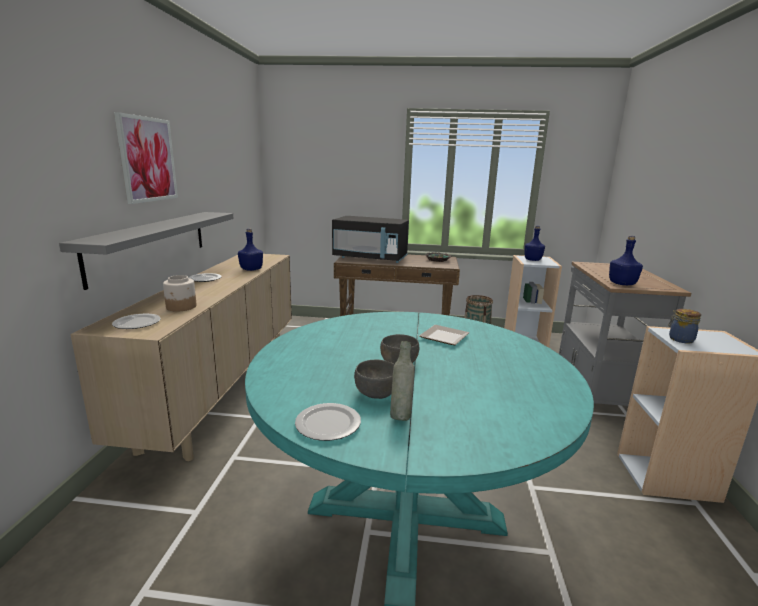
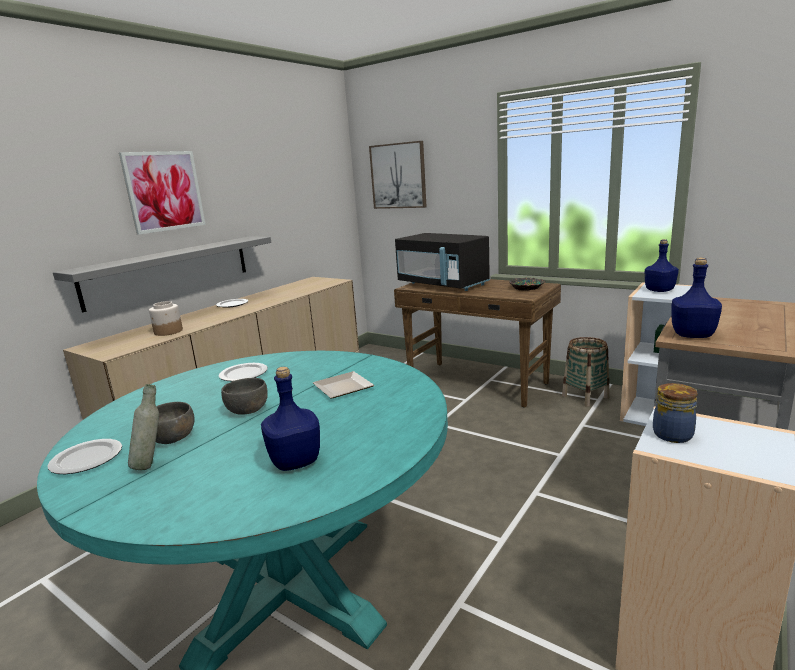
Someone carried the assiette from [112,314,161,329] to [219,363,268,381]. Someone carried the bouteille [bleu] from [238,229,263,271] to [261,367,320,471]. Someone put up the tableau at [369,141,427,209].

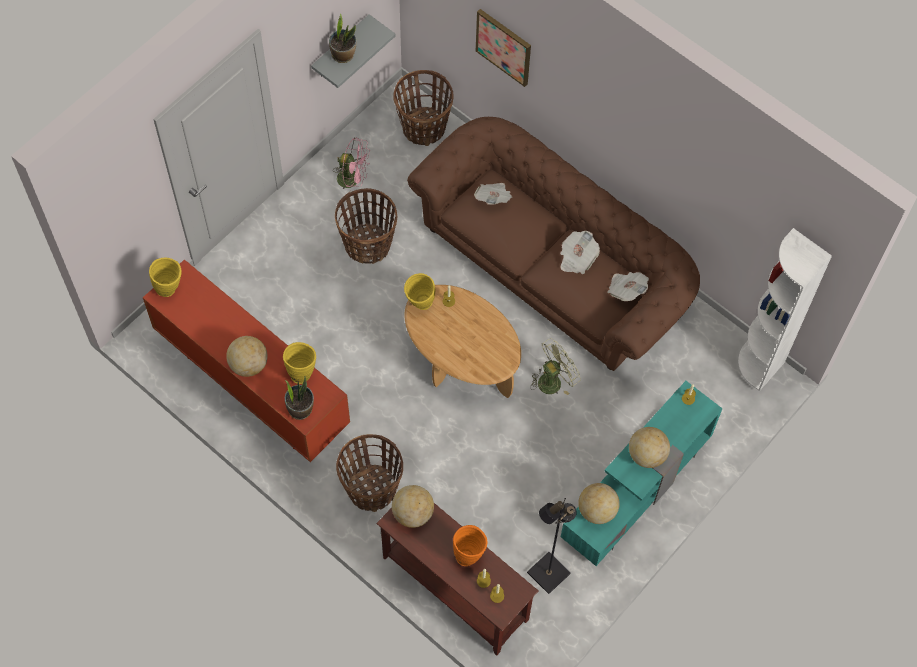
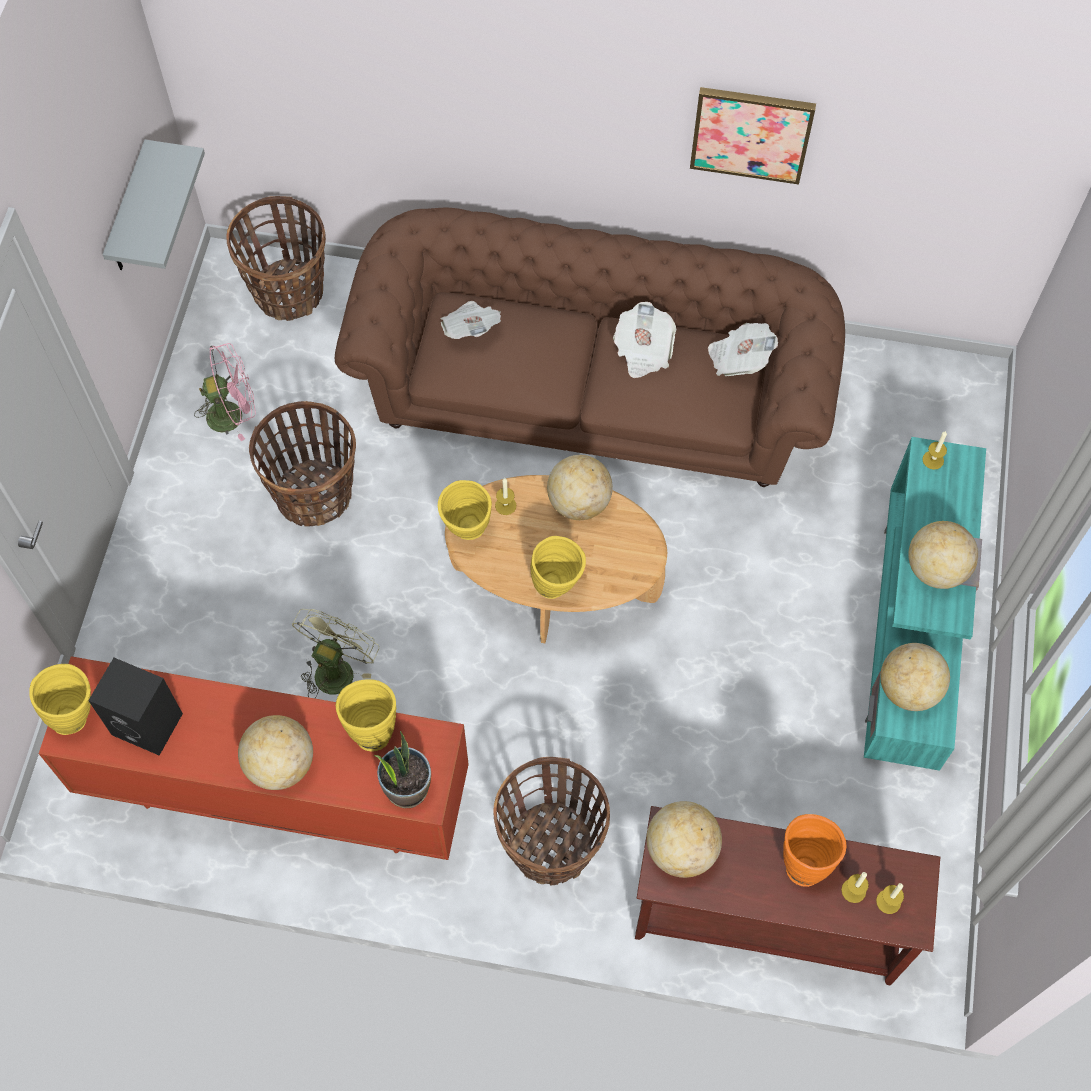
Someone took away the plante en pot at [329,13,356,63]. Someone carried the tableau from [476,9,531,87] to [690,87,816,185]. Someone took away the lampadaire [noir] at [527,498,577,594]. Someone carried the ventilateur [vert] from [530,338,581,395] to [292,609,379,698]. Someone took away the bibliothèque [blanc] at [738,228,832,391]. Someone put down the enceinte [noir] at [88,658,183,755]. Someone put down the vase [jaune] at [531,536,586,599]. Someone put down the globe at [547,455,613,520].

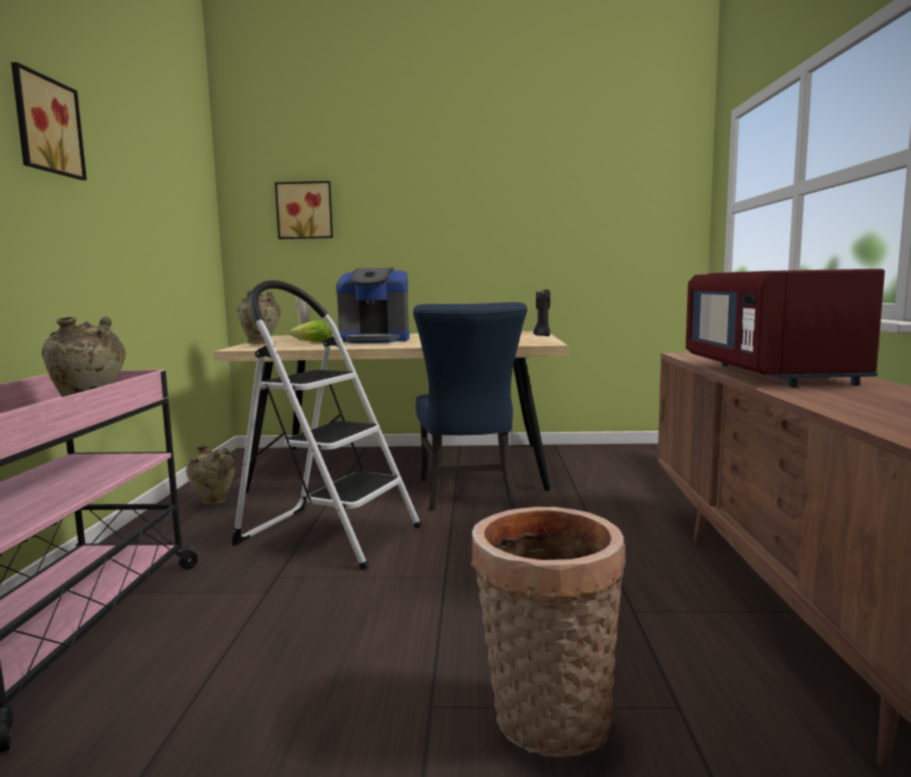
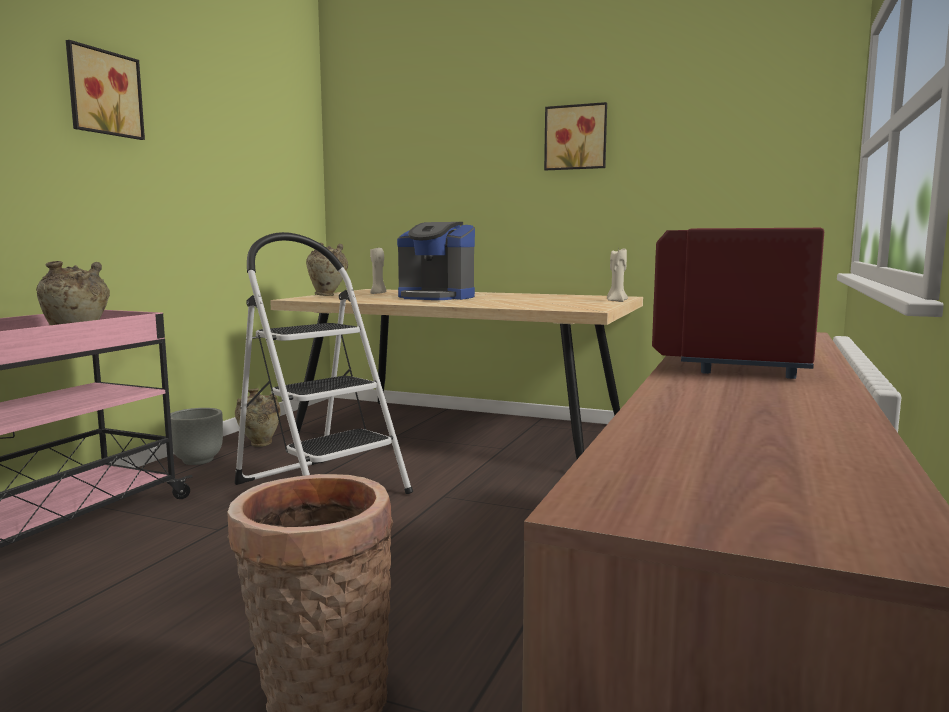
Someone carried the tableau from [275,181,333,239] to [544,102,607,170]. Someone took away the laitue at [290,320,333,343]. Someone took away the chaise [bleu] at [413,302,527,511]. Someone repainted the bougie [noir] at [533,289,550,336], which became the bougie [beige] at [607,249,628,302]. Someone put down the cache-pot [gris] at [170,408,223,465].

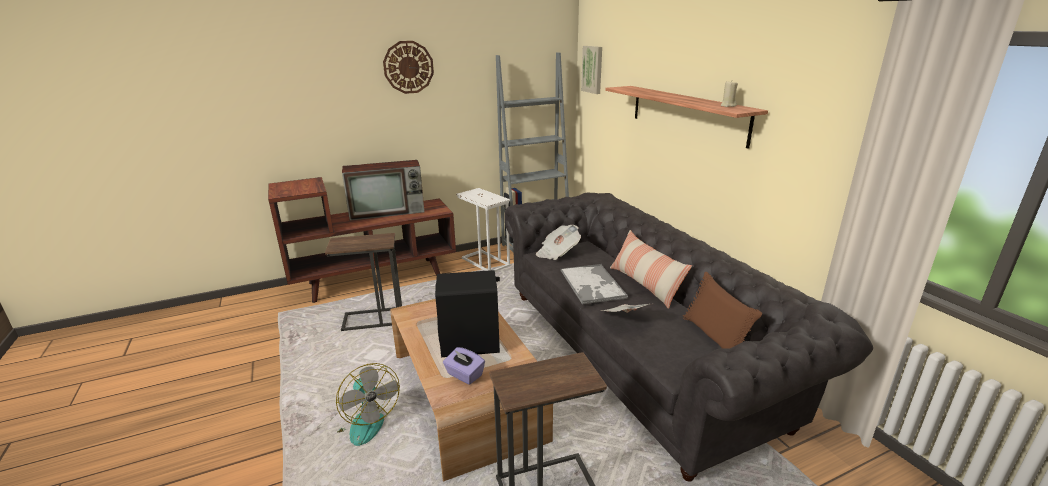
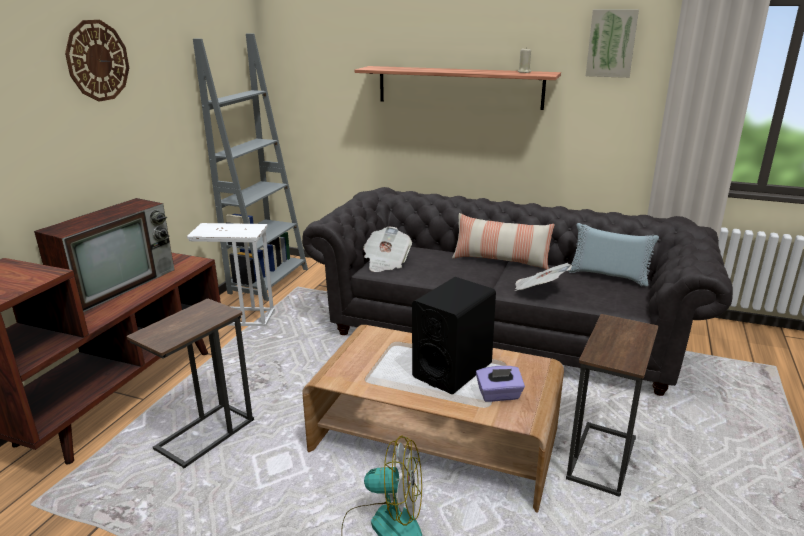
Someone took away the plateau at [560,264,628,304]. Someone carried the tableau from [581,46,602,94] to [586,9,639,78]. Someone repainted the coussin [marron] at [683,272,762,349], which became the coussin [bleu] at [568,223,659,287].

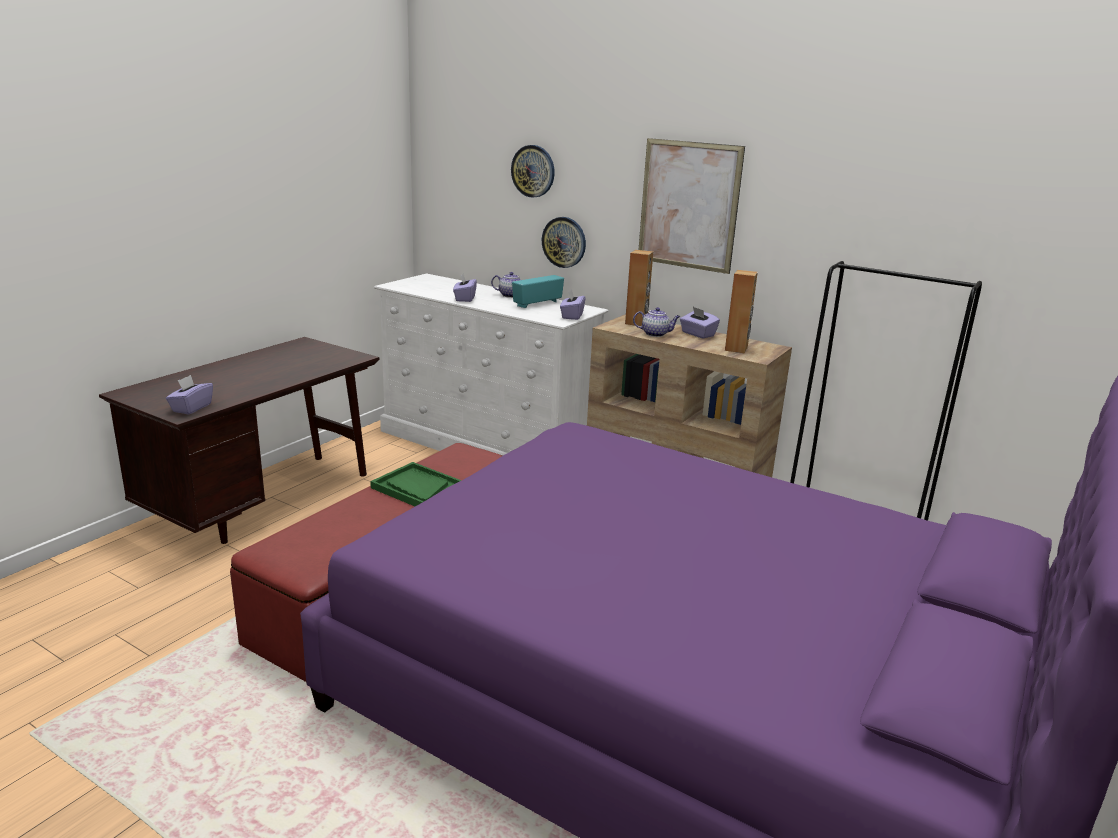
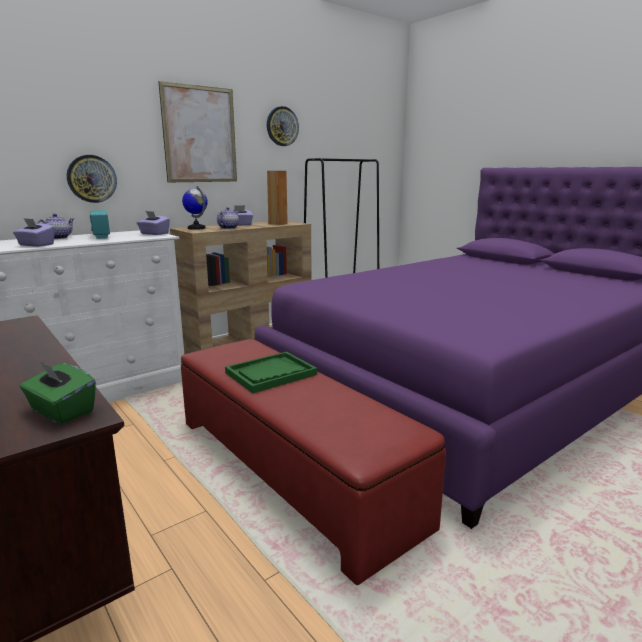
Someone repainted the boîte à mouchoirs [violet] at [166,375,213,415], which became the boîte à mouchoirs [vert] at [20,360,96,424]. Someone carried the horloge murale from [511,145,555,198] to [267,106,299,146]. Someone swapped the enceinte [marron] at [625,250,653,326] for the globe at [182,186,208,230].

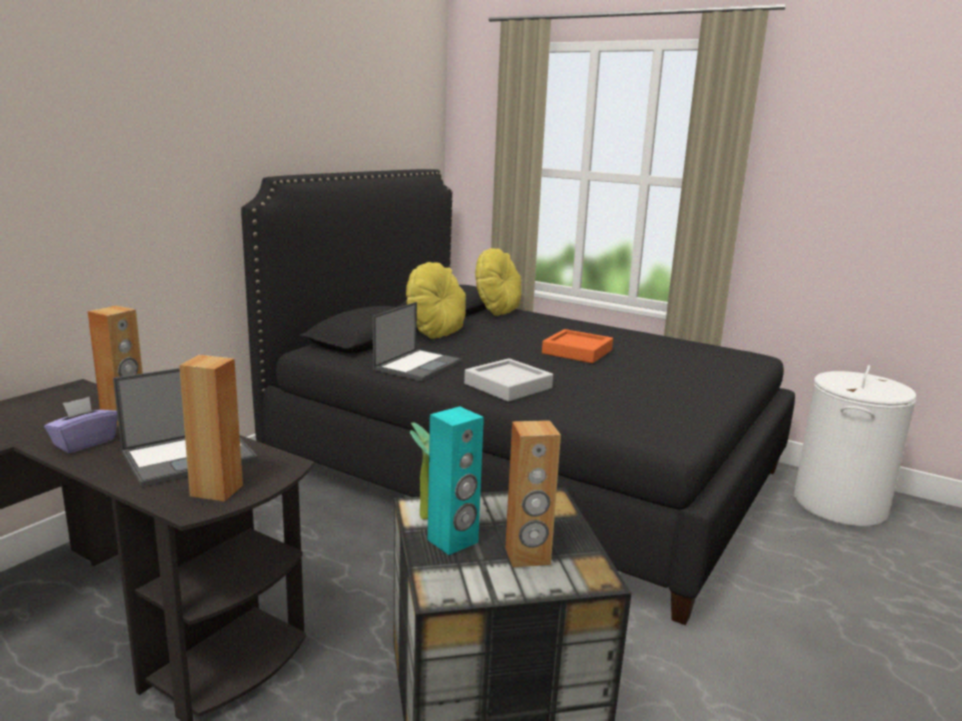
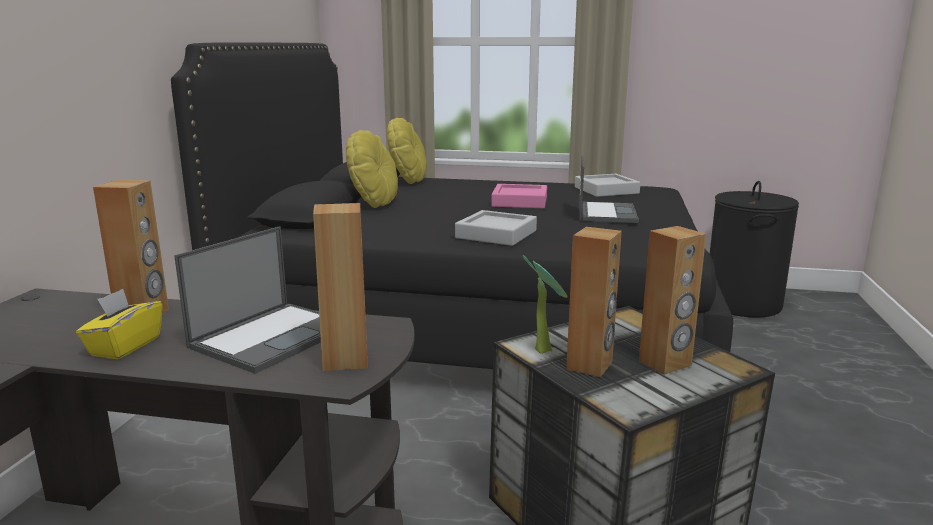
Someone repainted the boîte à mouchoirs [violet] at [44,397,118,453], which became the boîte à mouchoirs [jaune] at [76,289,163,360]. Someone carried the ordinateur portable from [373,302,462,381] to [579,155,639,223]. Someone repainted the enceinte [turquoise] at [428,406,484,555], which became the enceinte [marron] at [566,227,622,377]. Someone repainted the plateau [orange] at [542,329,613,363], which became the plateau [rose] at [491,184,547,208]. Someone repainted the panier à linge [blanc] at [794,365,917,526], which became the panier à linge [noir] at [710,181,799,318]. Someone put down the plateau [gris] at [575,174,640,197].

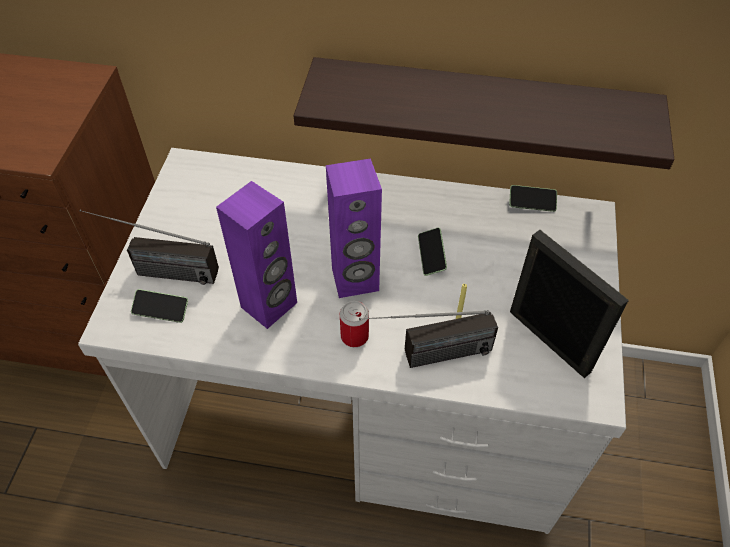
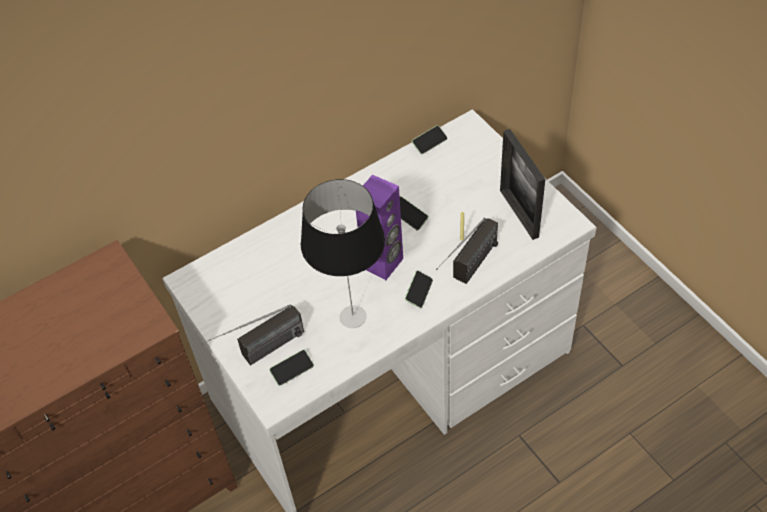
Someone swapped the enceinte [violet] at [216,181,297,329] for the lampe de table at [301,179,385,328]. Someone took away the étagère at [293,57,674,169]. Someone swapped the boîte métallique at [340,301,369,347] for the téléphone at [405,270,433,308]. Someone rotated the cadre photo at [510,230,629,378] by 120 degrees counterclockwise.

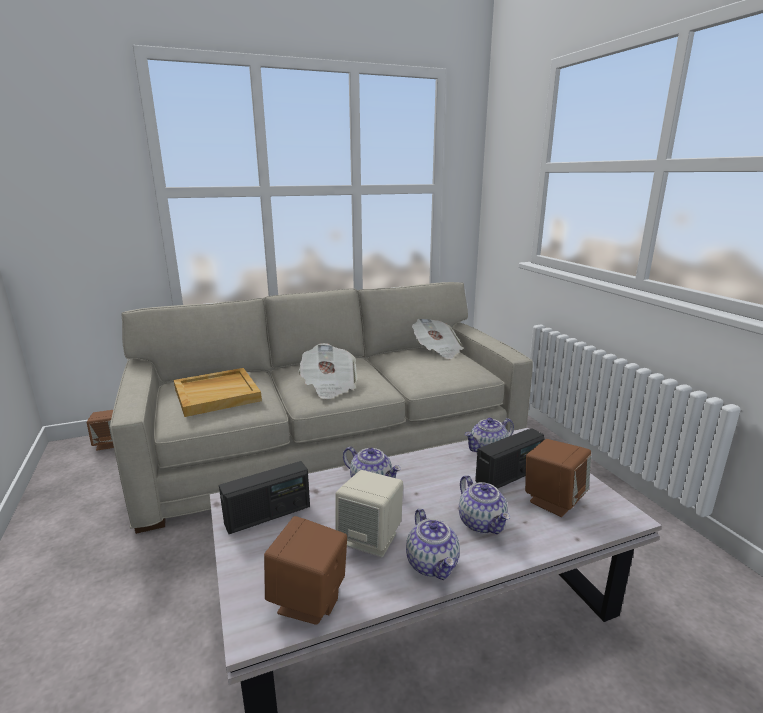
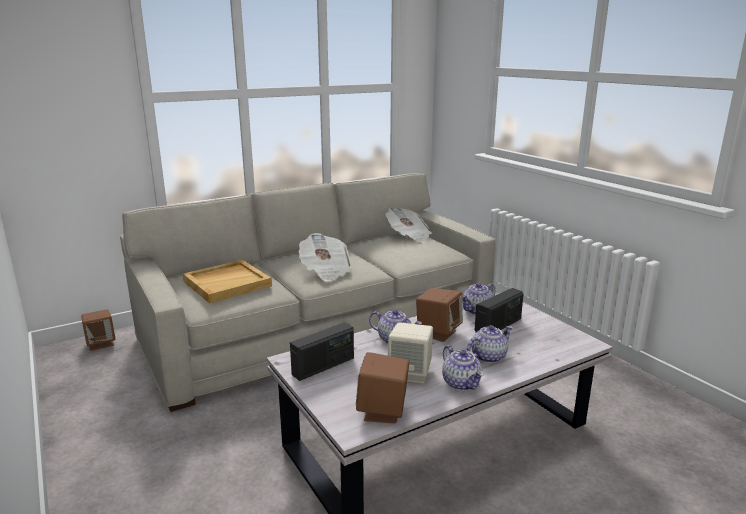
Someone rotated the théière at [459,475,510,534] by 90 degrees counterclockwise. Someone carried the enceinte [marron] from [525,439,591,517] to [416,288,463,342].

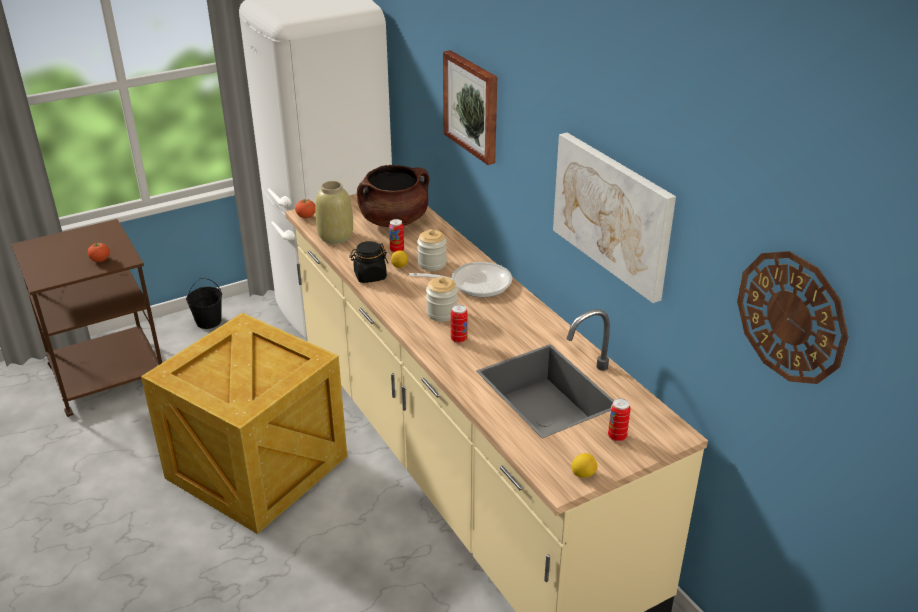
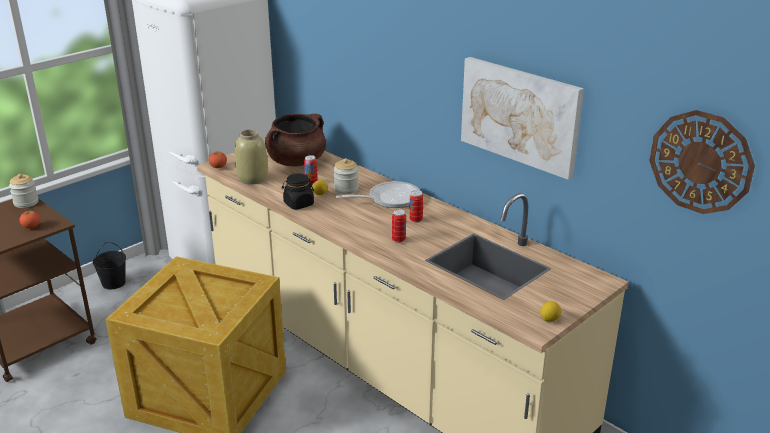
Someone carried the bocal from [426,277,458,322] to [9,174,38,208]. Someone took away the tableau at [443,50,497,165]. Someone carried the boîte métallique from [608,398,631,442] to [409,190,423,223].

